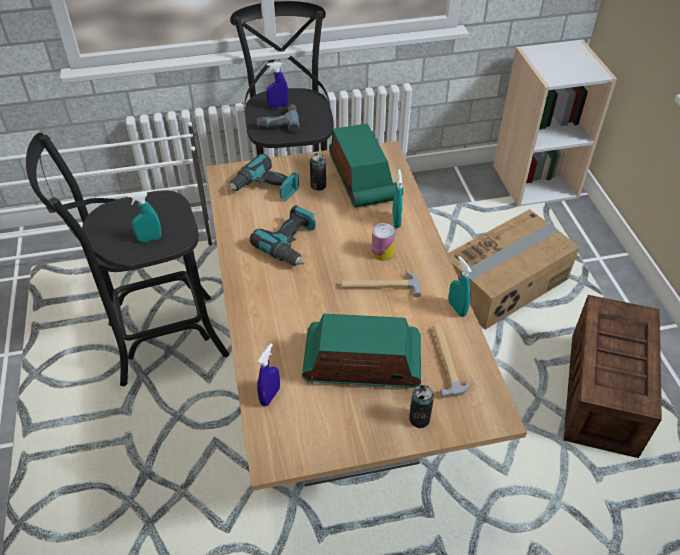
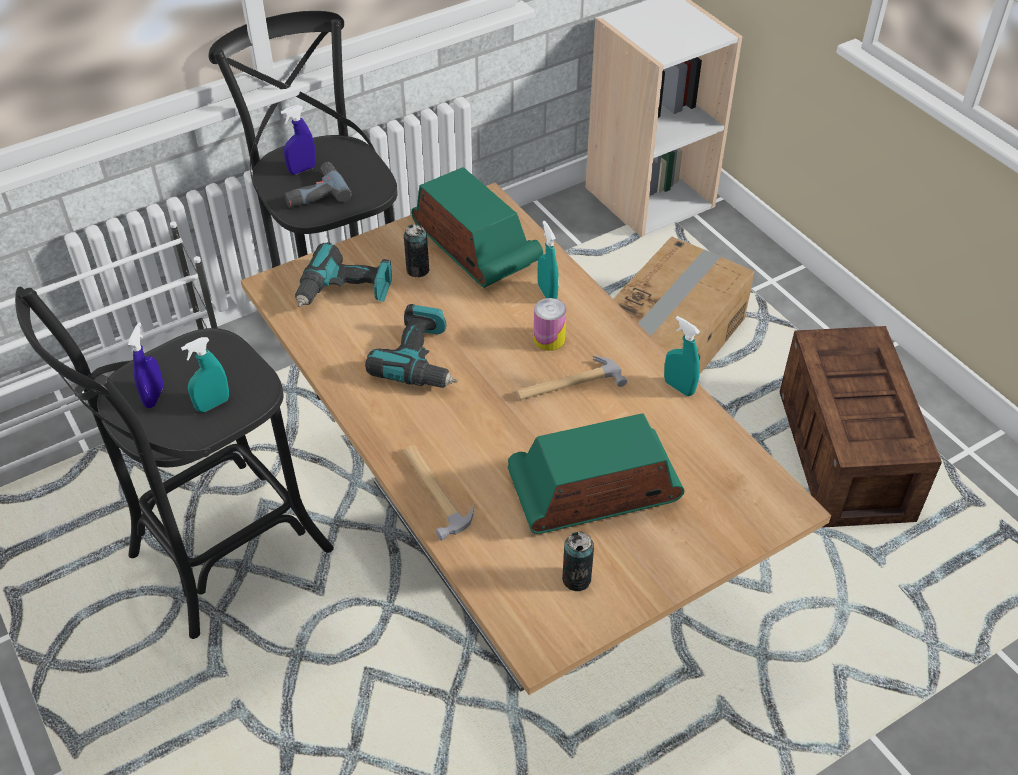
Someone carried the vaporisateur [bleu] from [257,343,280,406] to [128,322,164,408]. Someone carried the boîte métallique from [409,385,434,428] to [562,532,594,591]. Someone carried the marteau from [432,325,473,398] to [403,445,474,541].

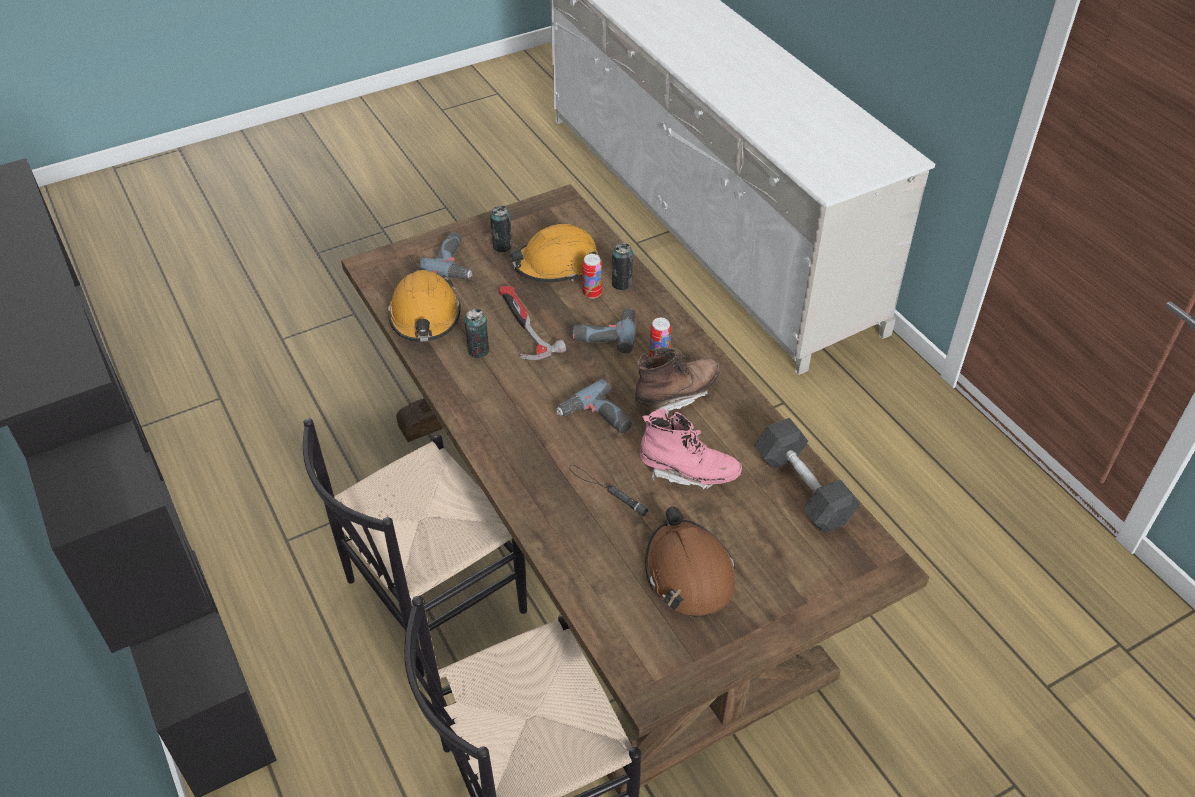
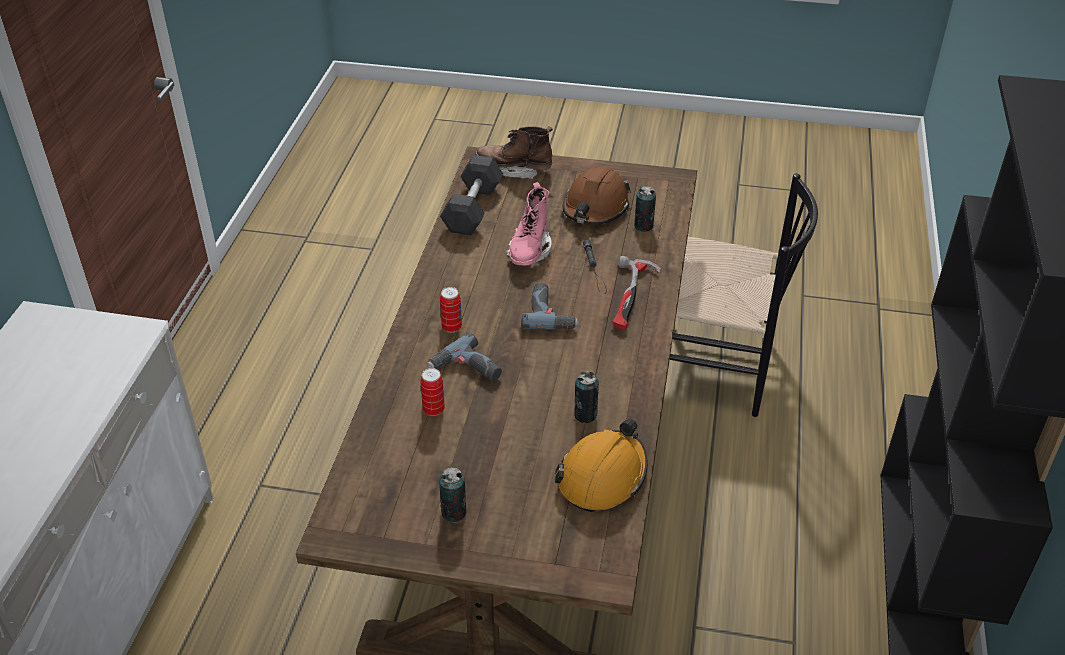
Someone took away the chaise [noir] at [303,418,527,677]. Someone took away the perceuse at [418,232,473,279]. Someone carried the marteau from [499,286,566,360] to [612,256,661,331]. Someone took away the casque de chantier [orange] at [509,224,598,282]. Someone carried the boîte métallique from [612,243,633,290] to [634,186,656,232]. Someone carried the botte [marron] from [634,347,720,415] to [475,126,553,179]. Someone rotated the botte [rose] at [640,408,742,489] by 135 degrees counterclockwise.

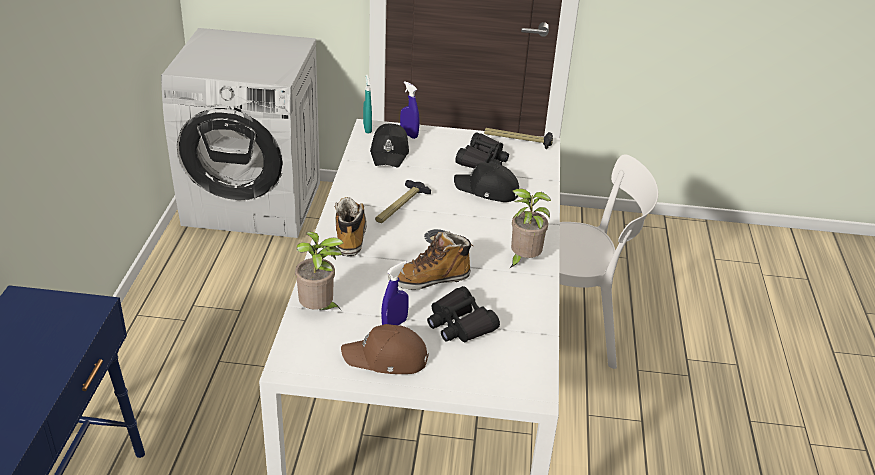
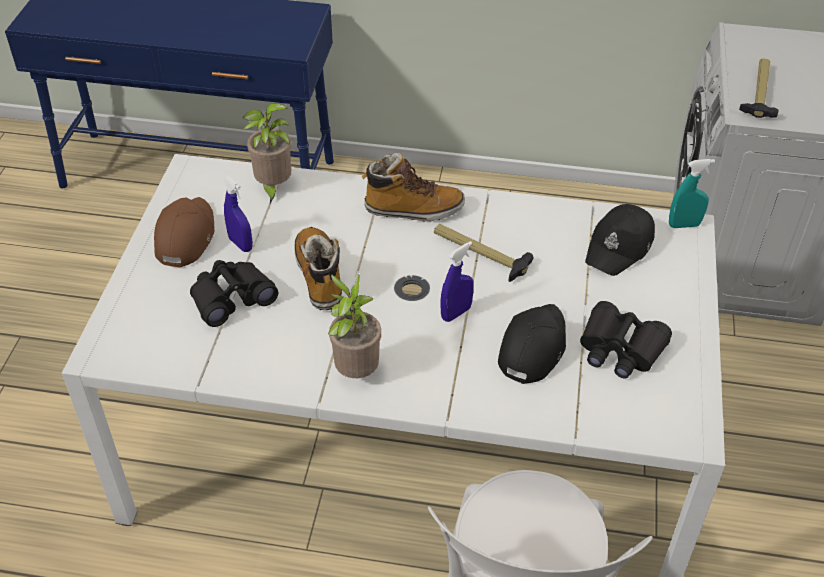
Someone rotated the casquette [noir] at [370,124,409,167] by 60 degrees counterclockwise. Someone carried the vaporisateur [bleu] from [400,81,419,139] to [440,241,474,322]. Someone carried the marteau from [484,128,553,149] to [739,59,779,118].

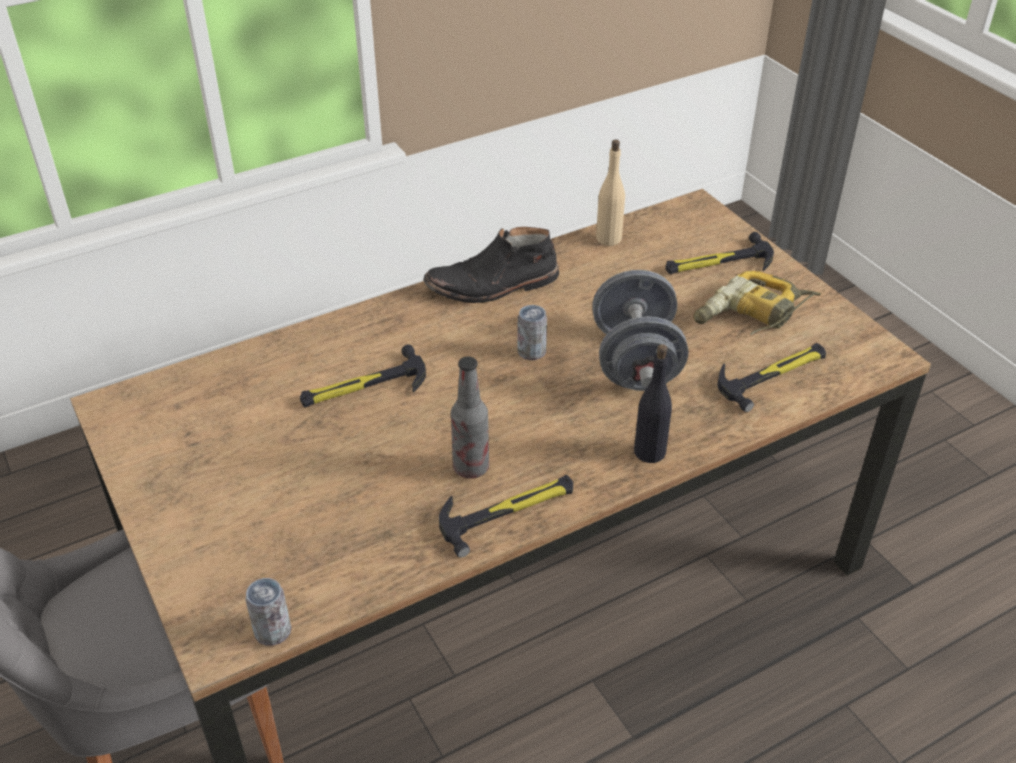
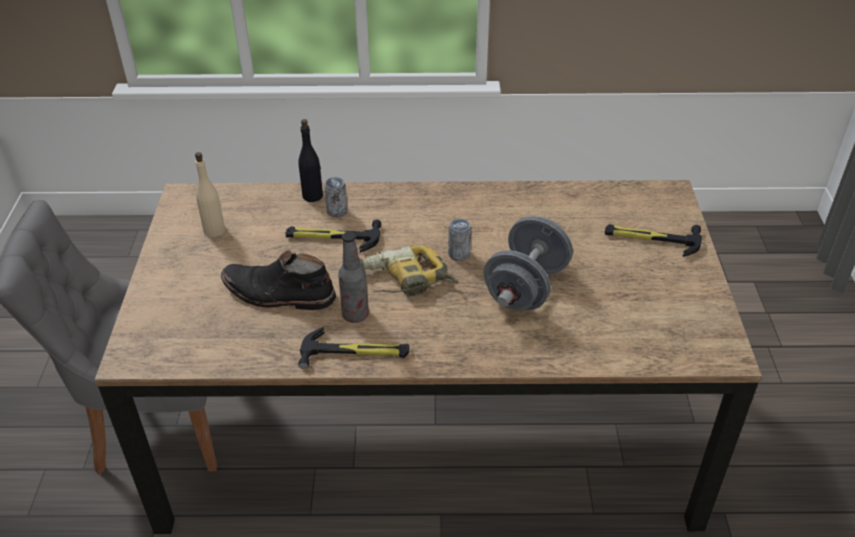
Someone carried the boîte métallique from [245,578,291,646] to [324,177,348,218]. Someone carried the botte [noir] from [423,227,559,303] to [221,251,336,310]. Someone carried the bouteille [beige] from [596,140,625,246] to [195,152,225,237]. Someone carried the bouteille [noir] from [634,344,672,463] to [298,119,323,202]. Someone carried the perceuse from [693,271,821,335] to [359,245,458,297]. Someone took away the marteau at [717,343,826,412].

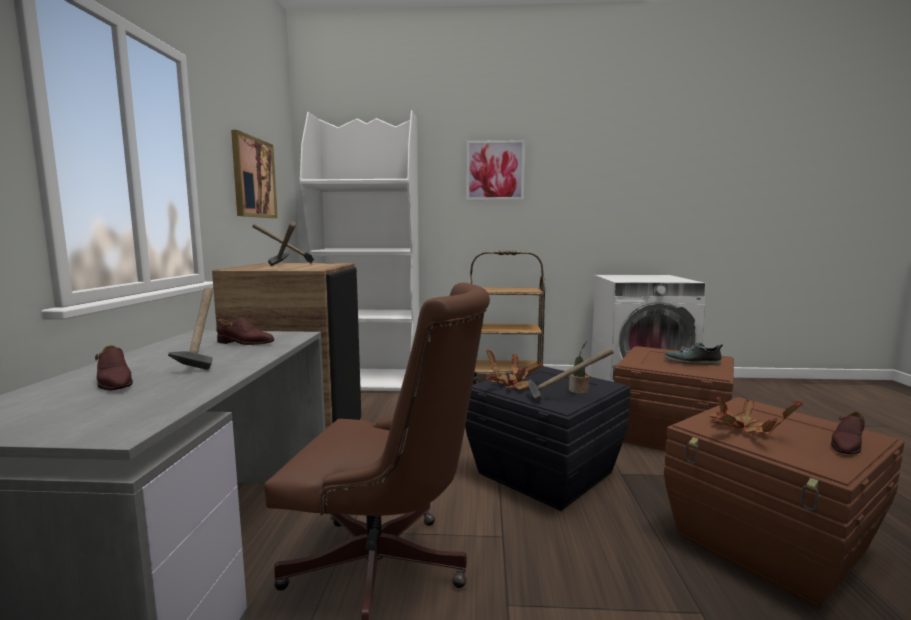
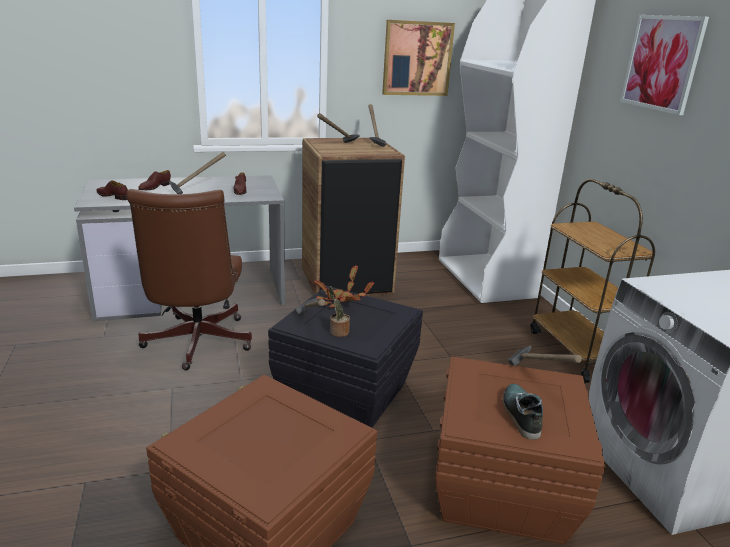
Someone took away the plante en pot at [709,396,804,435]. Someone carried the chaussure [marron] from [831,411,865,454] to [96,180,128,200]. Someone put down the marteau at [508,346,582,366].

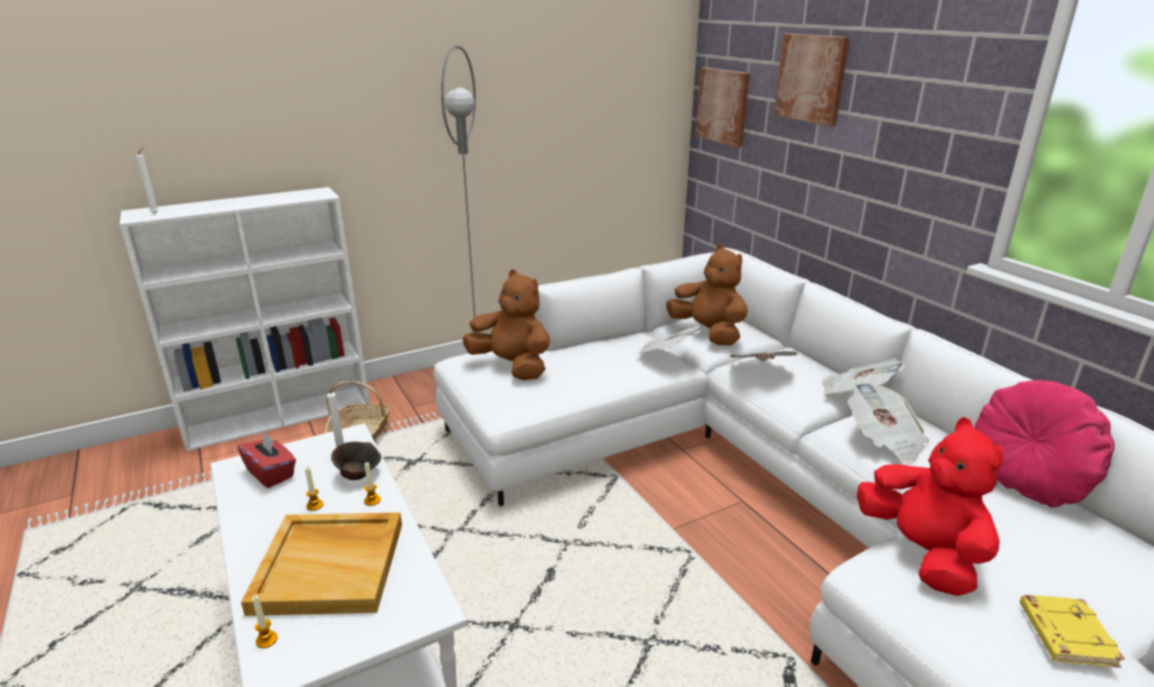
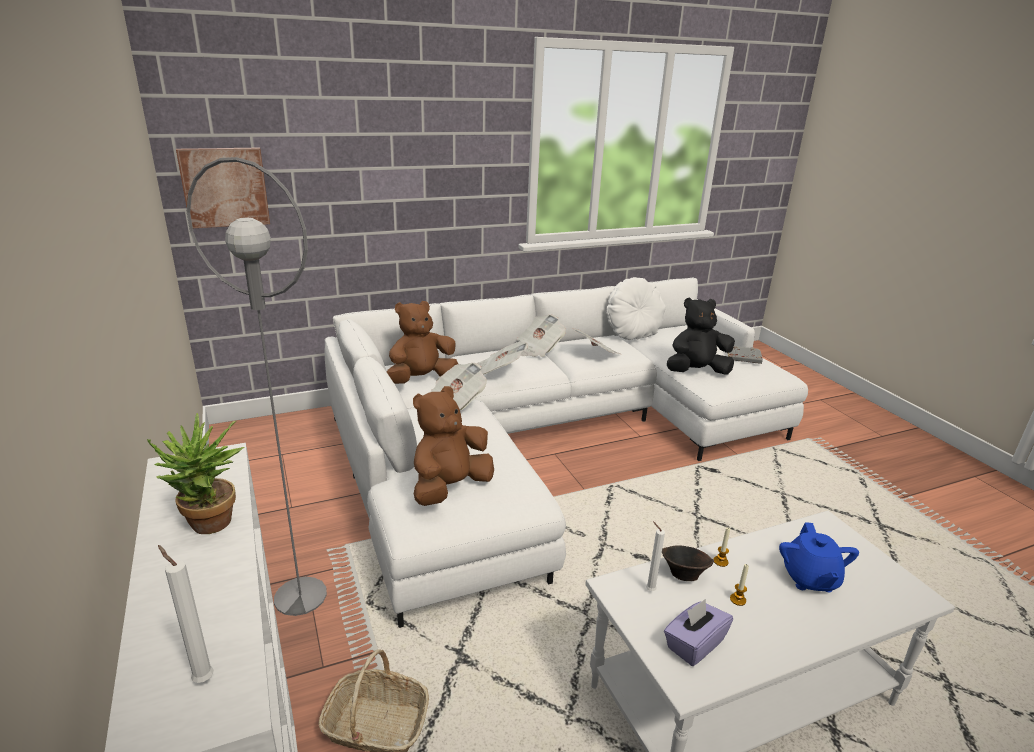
Someone repainted the boîte à mouchoirs [rouge] at [237,431,296,488], which became the boîte à mouchoirs [violet] at [664,599,733,666]. Someone swapped the plateau [beige] at [241,513,402,616] for the théière [bleu] at [779,522,859,592]. Someone took away the bougie at [252,595,278,648]. Someone took away the tableau at [774,33,850,126]. Someone repainted the peluche [rouge] at [857,417,1004,596], which became the peluche [noir] at [667,297,735,374]. Someone repainted the coussin [rose] at [975,380,1115,508], which became the coussin [blanc] at [607,277,666,340]. Someone repainted the livre [jaune] at [1020,595,1125,668], which became the livre [gris] at [727,345,763,364]. Someone put down the plante en pot at [147,413,244,534].

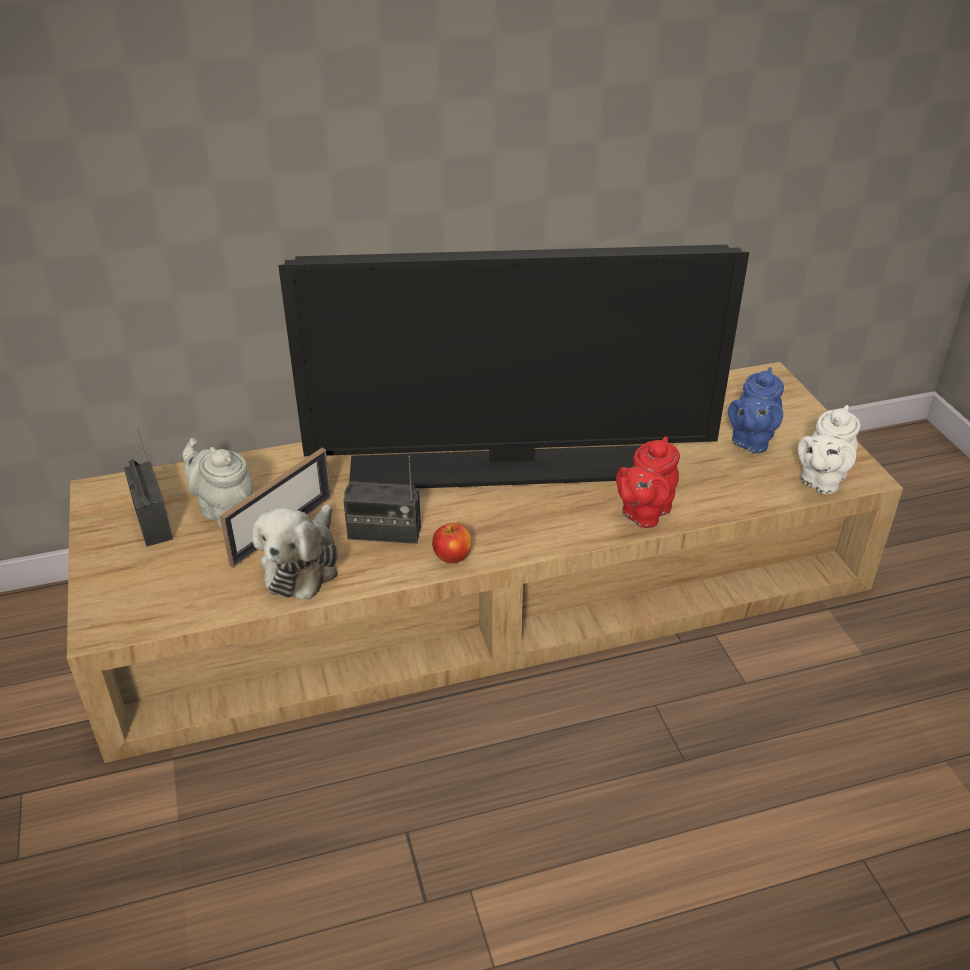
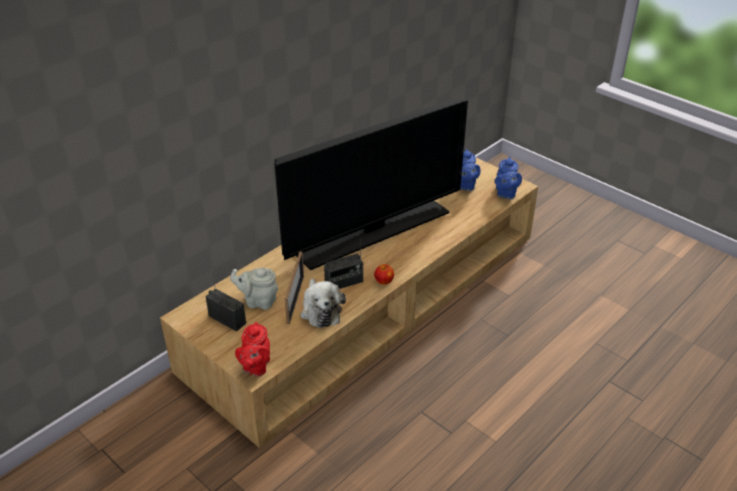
Someone carried the théière [rouge] from [616,437,680,528] to [235,322,270,377]. Someone repainted the théière [blanc] at [798,405,860,494], which became the théière [bleu] at [495,156,522,199].

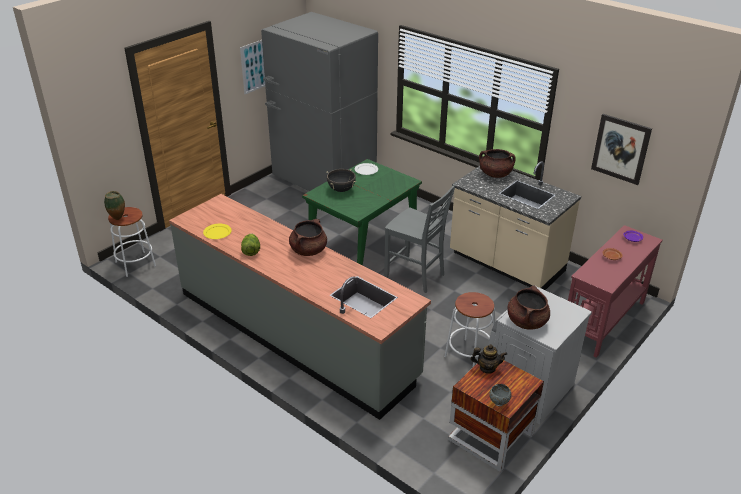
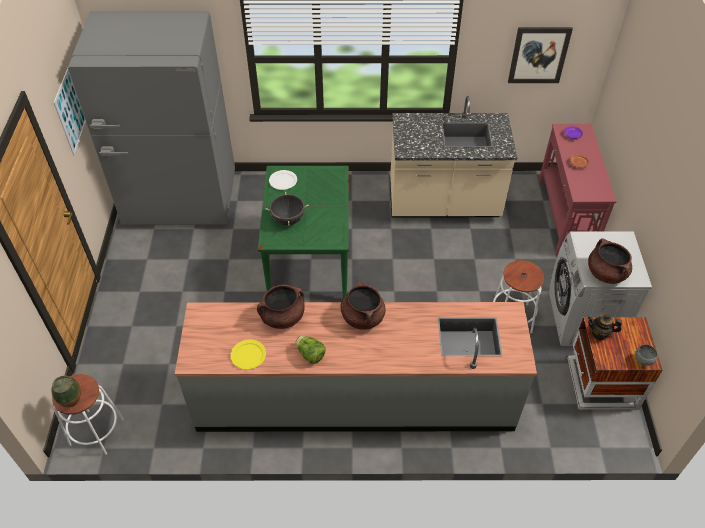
Someone took away the chaise [gris] at [384,184,456,293]. Someone rotated the théière at [471,344,507,374] by 135 degrees counterclockwise. Someone carried the marmite [marron] from [479,149,516,178] to [257,285,305,329].

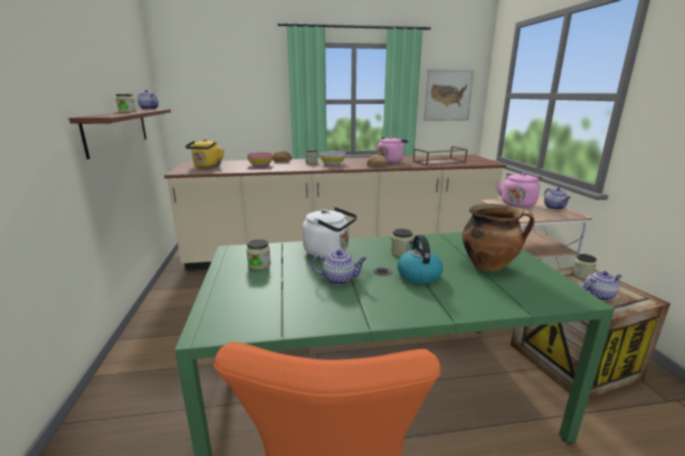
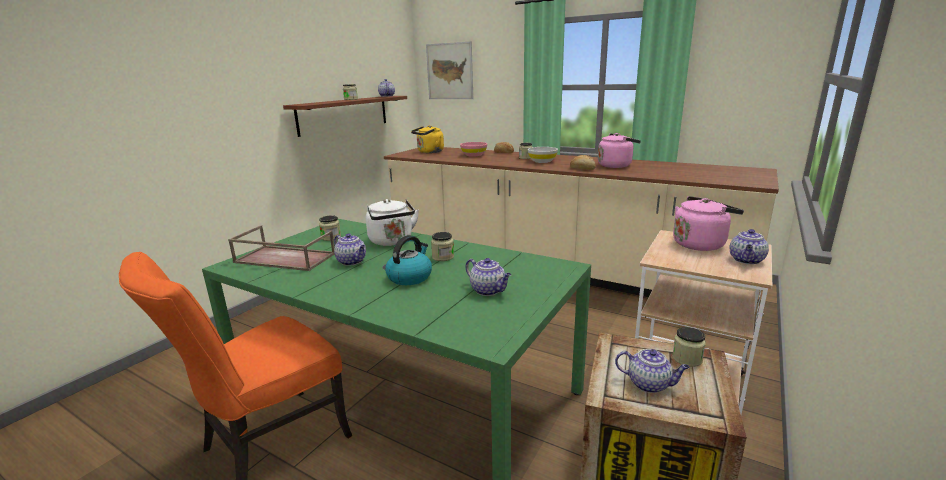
Someone carried the plateau [marron] from [413,146,468,166] to [228,225,335,271]. Someone carried the tableau from [423,70,474,121] to [426,41,473,99]. Someone swapped the marmite at [463,204,535,271] for the théière at [465,258,511,296].

